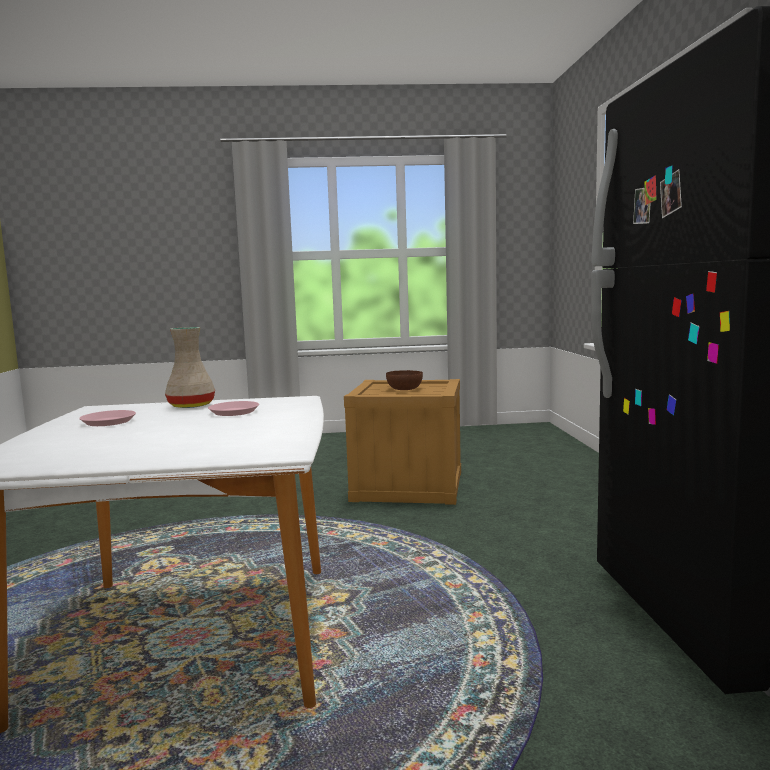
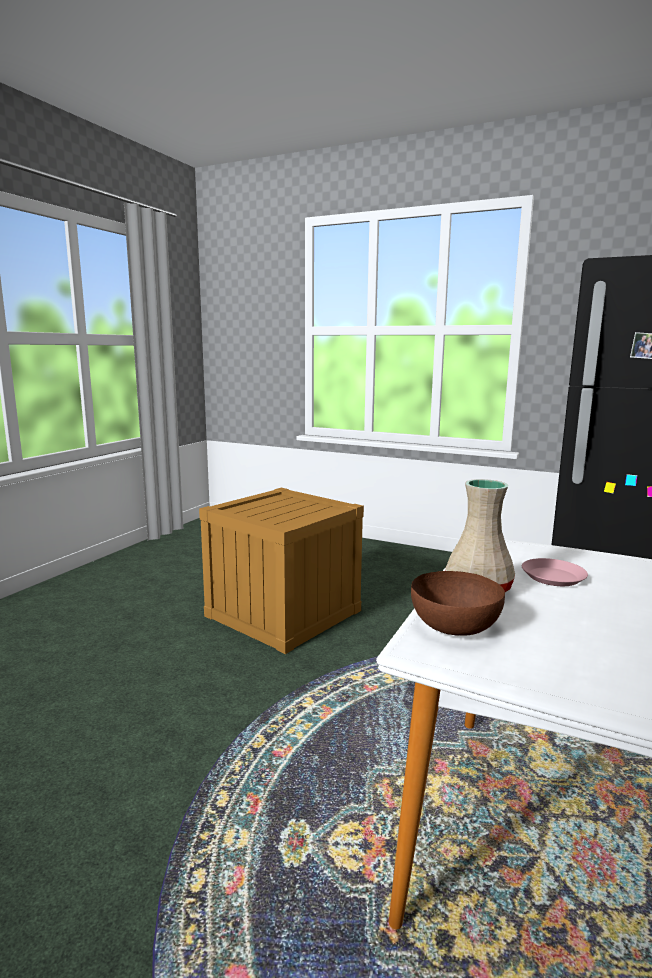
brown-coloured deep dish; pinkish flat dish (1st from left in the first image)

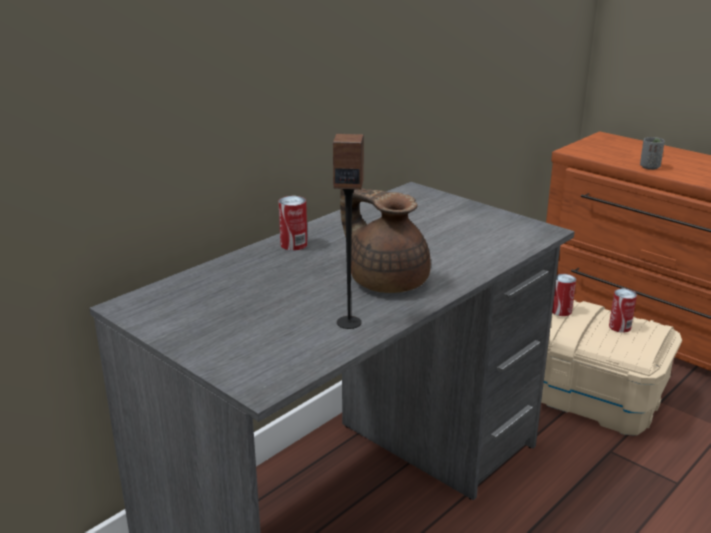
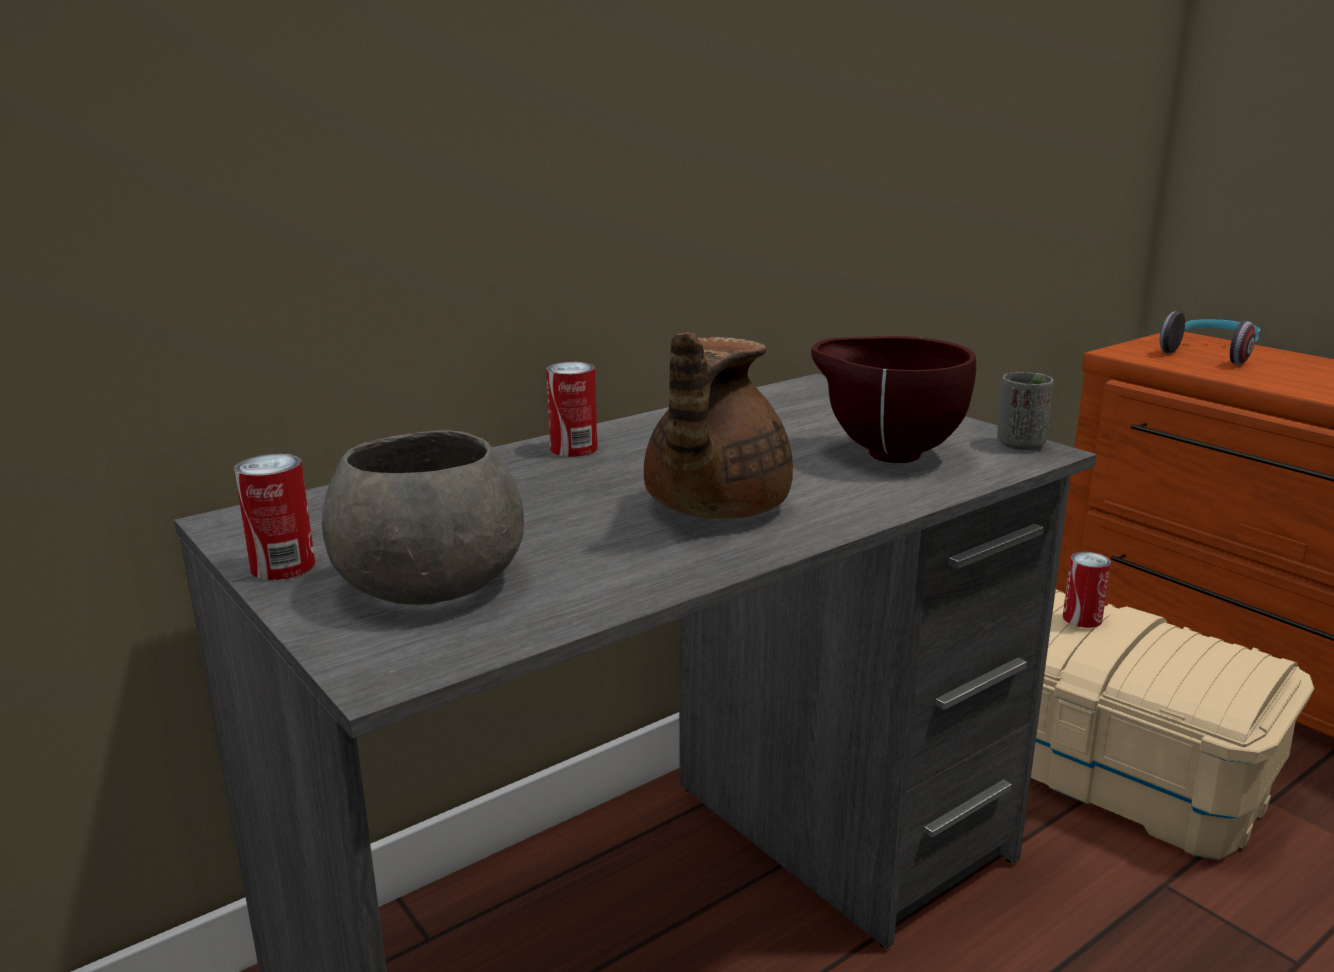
speaker; greyish cup; brown-coloured pot for tea; sealed can (1st from left); pair of headphones; brown-coloured deep dish; greyish deep dish

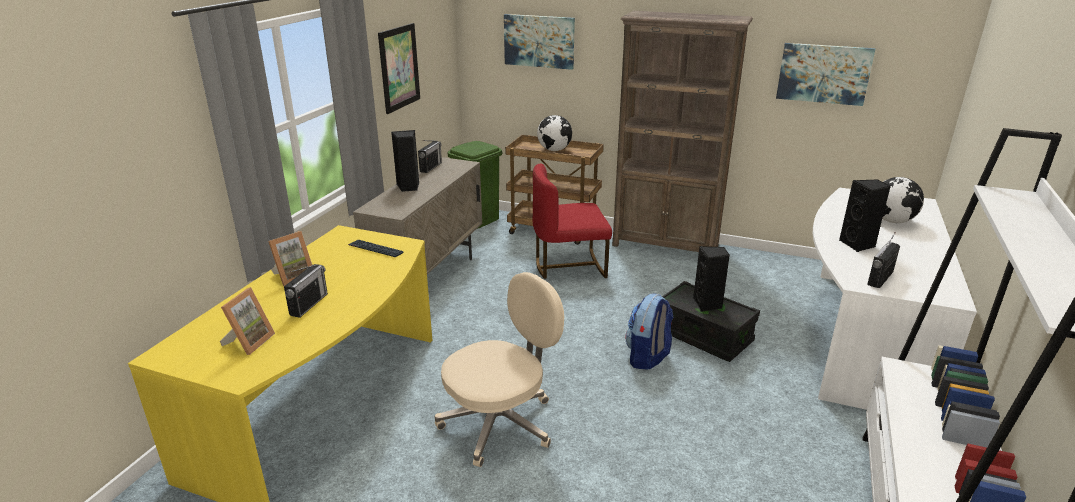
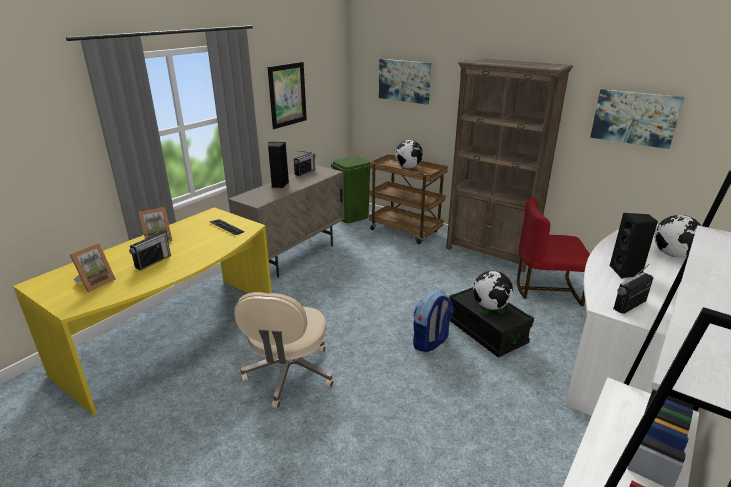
red-coloured chair; desk globe (2nd from left); beige desk chair

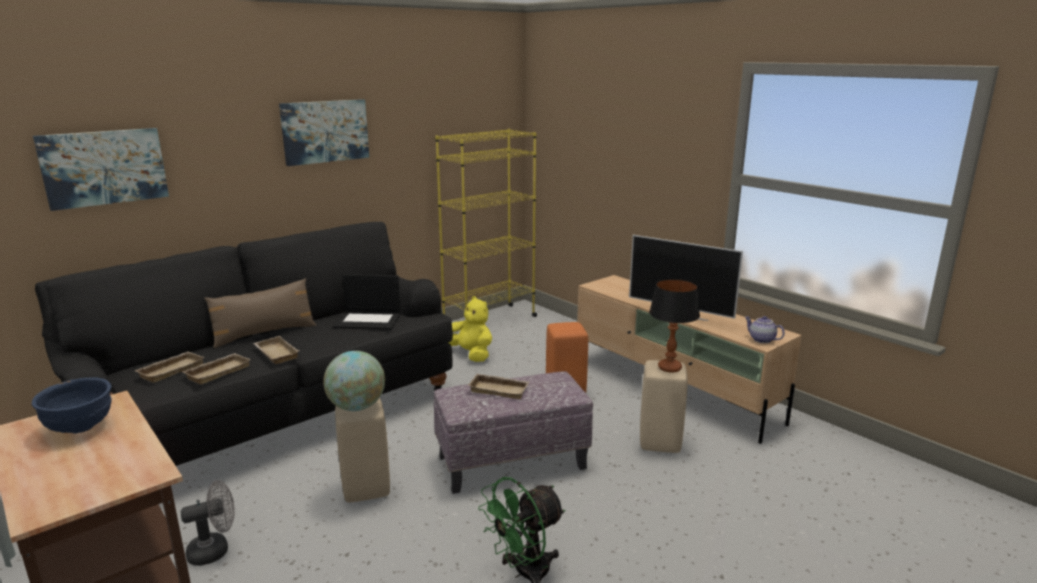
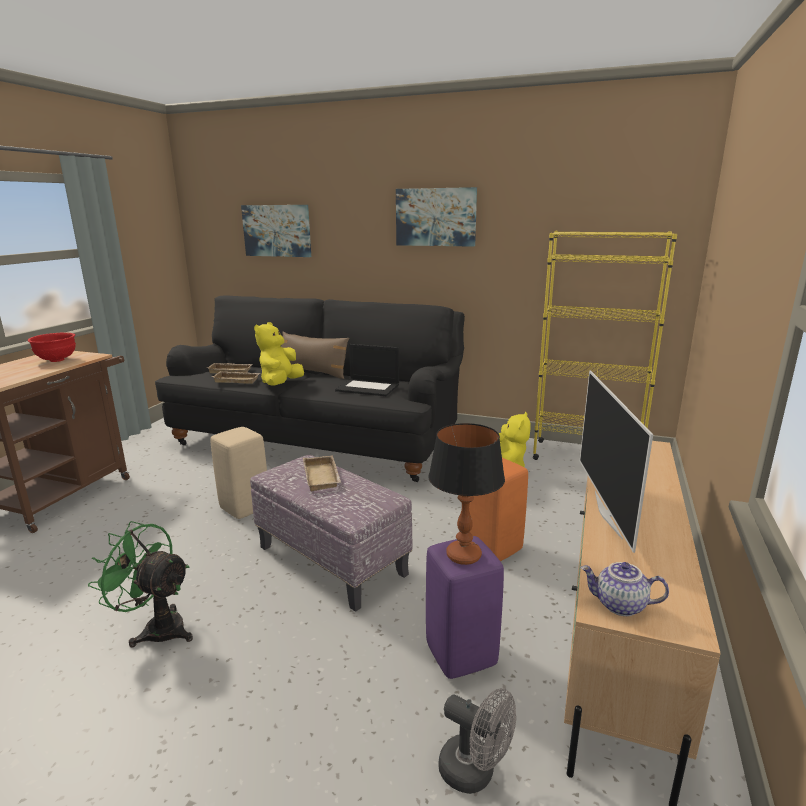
notebook computer; pot for tea; yellowish cuddly toy (1st from left); desk globe; purplish stool; red-coloured deep dish; greyish fan

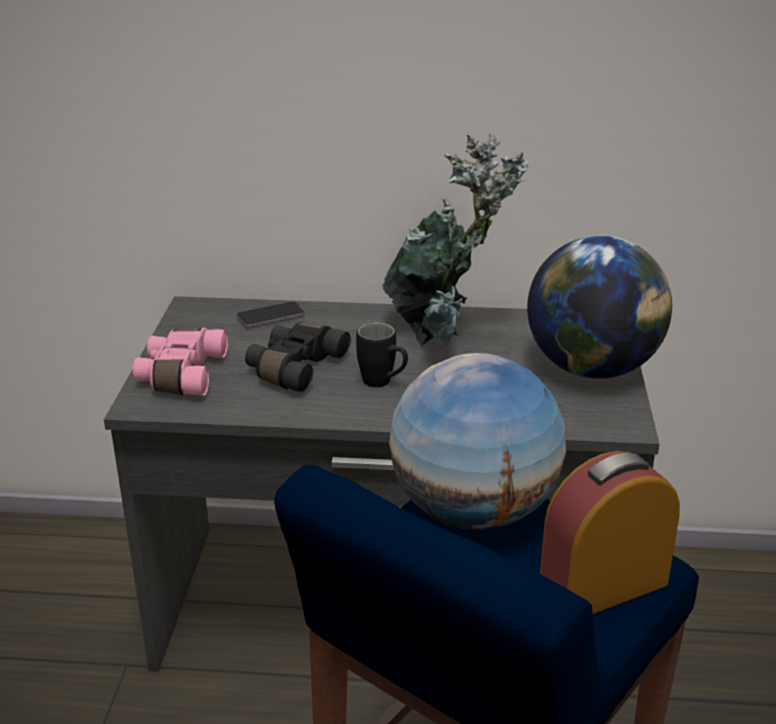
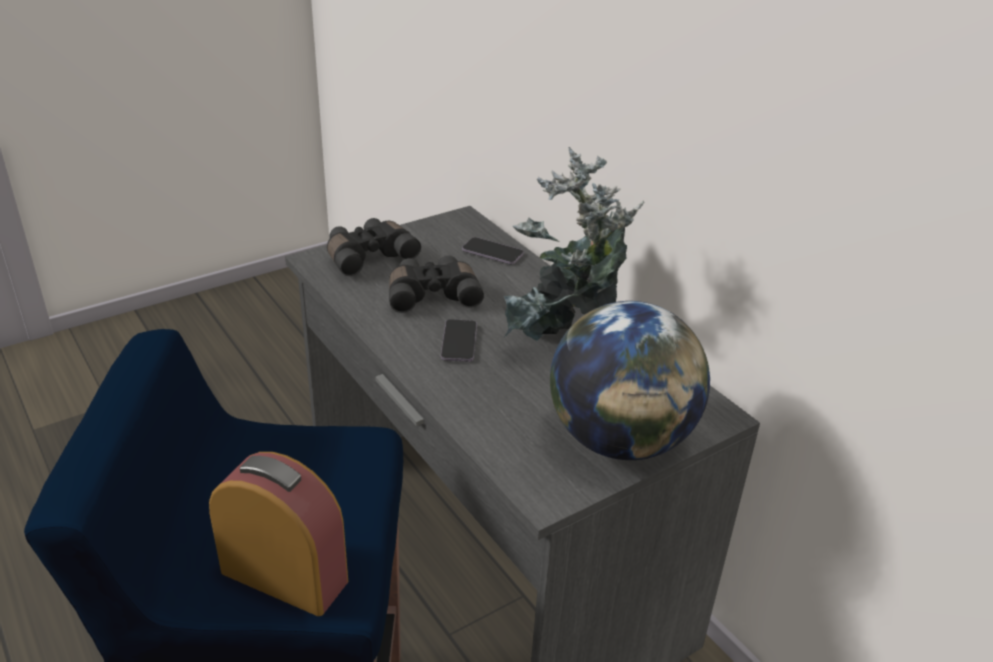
telephone (1st from left); blackish field glasses (1st from left); desk globe (1st from left in the first image)

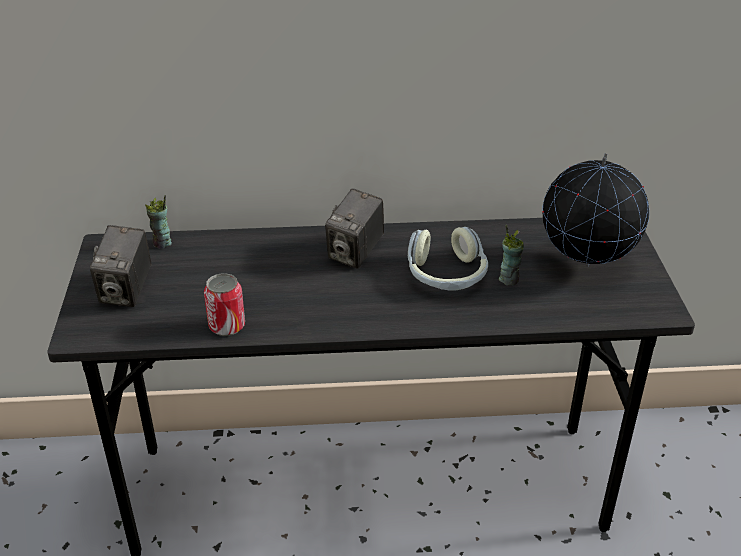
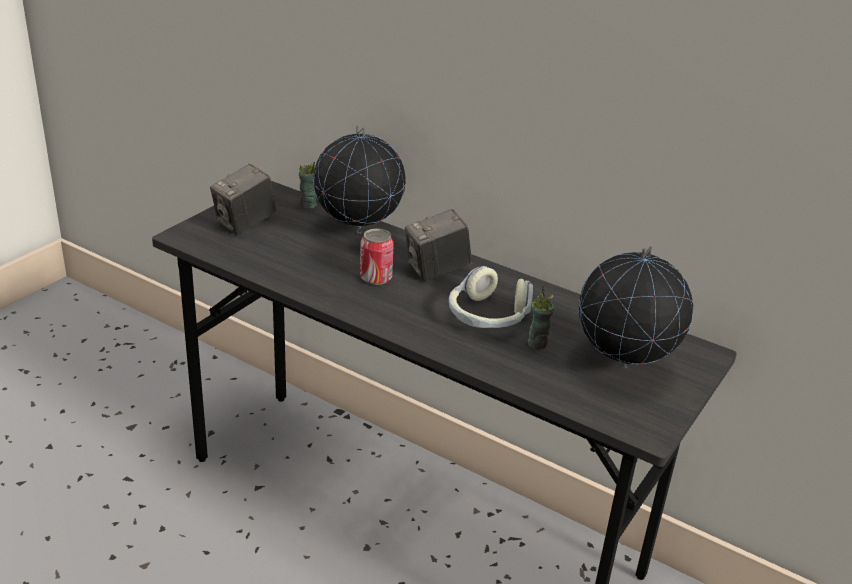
sealed can; desk globe (1st from left)

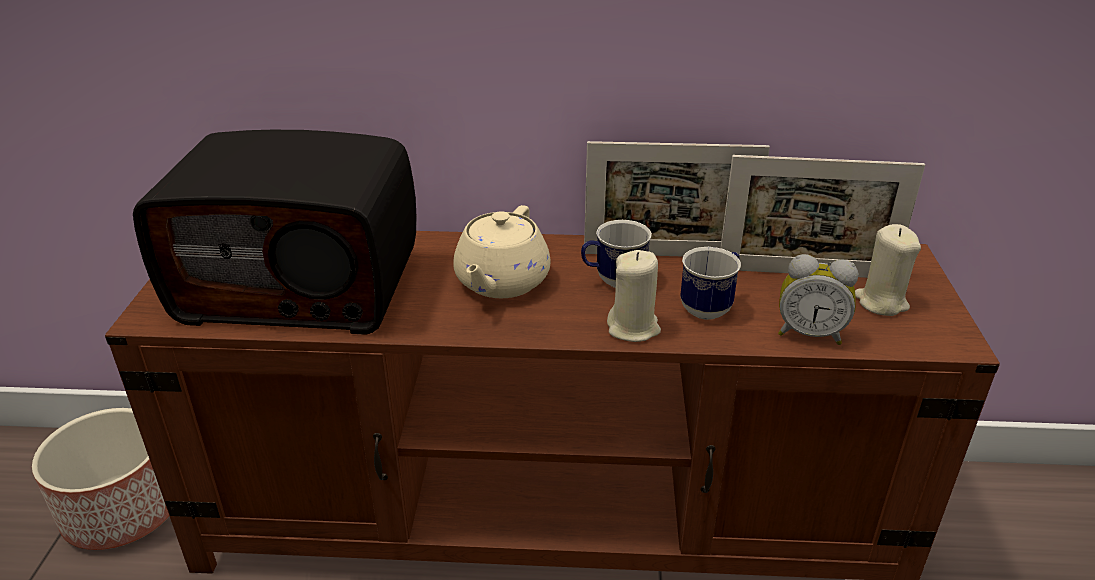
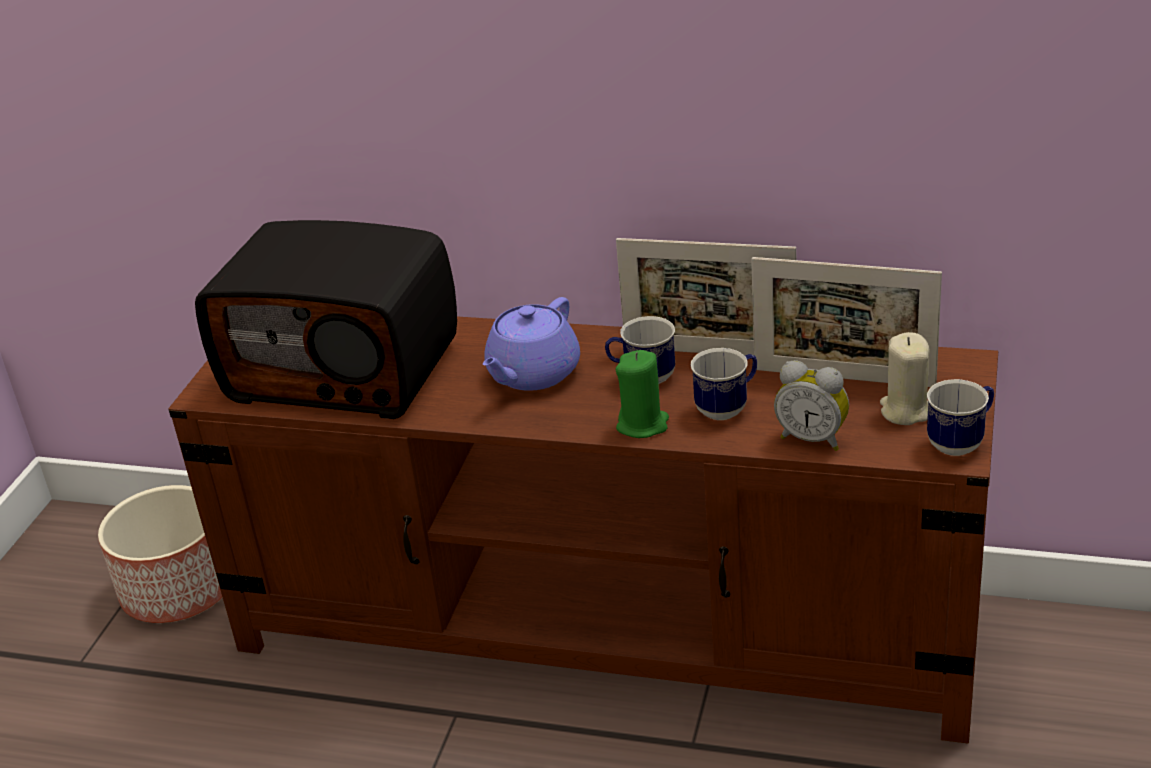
purplish pot for tea; green candle; mug (3rd from left)

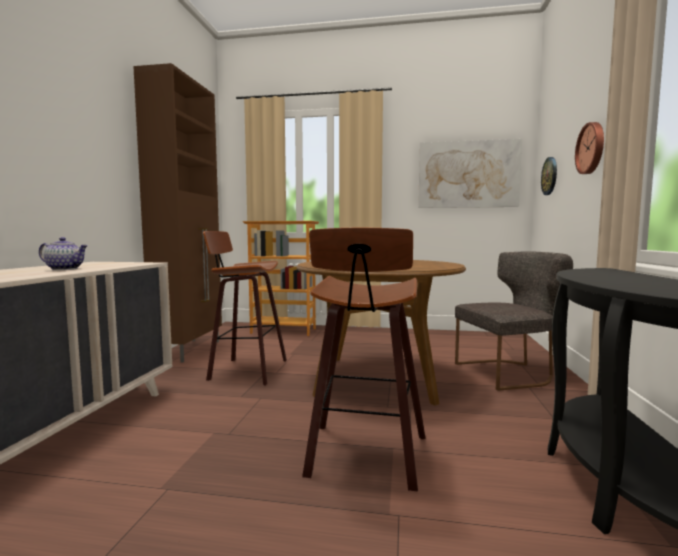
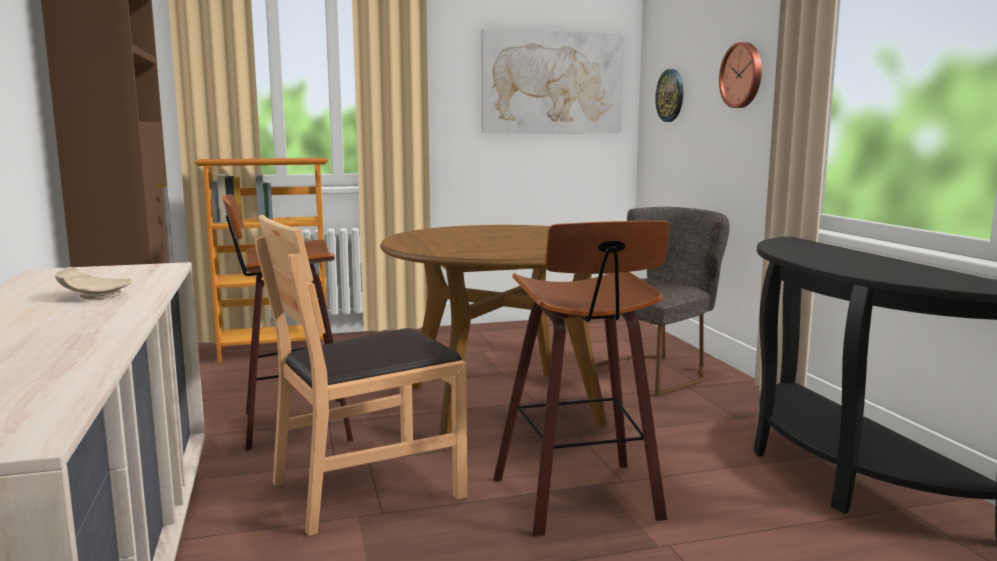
beige flat dish; brown-coloured chair

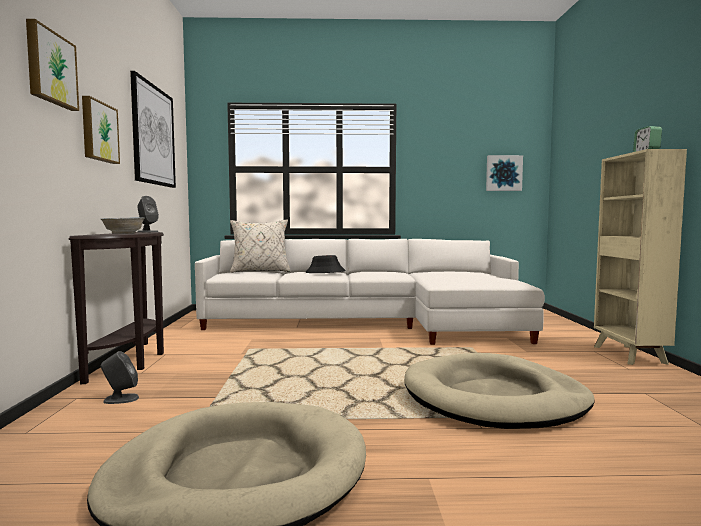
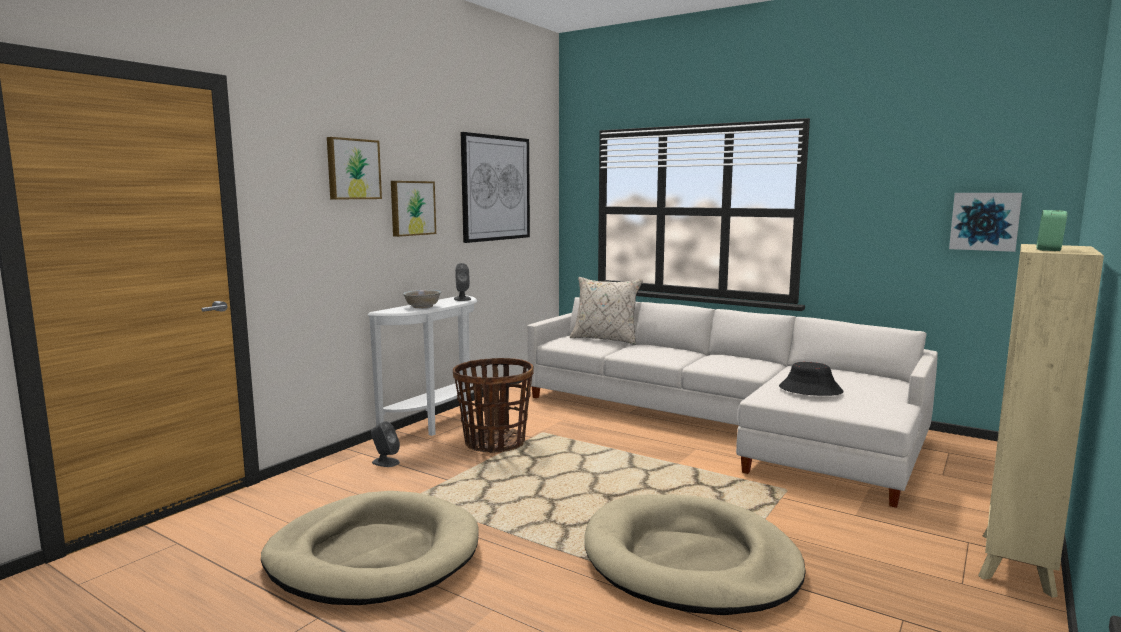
white console table; blackish wearable hat; basket

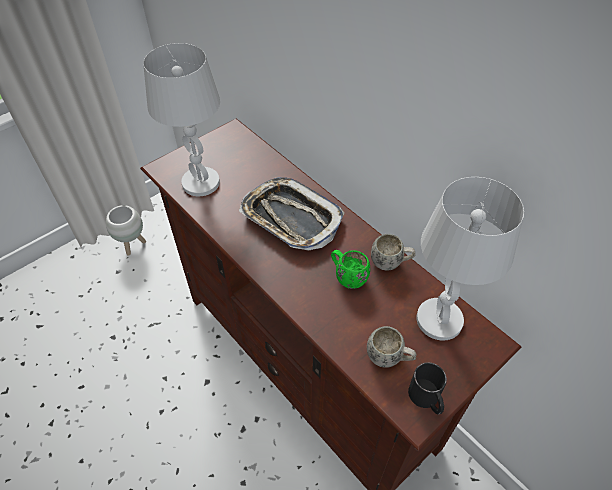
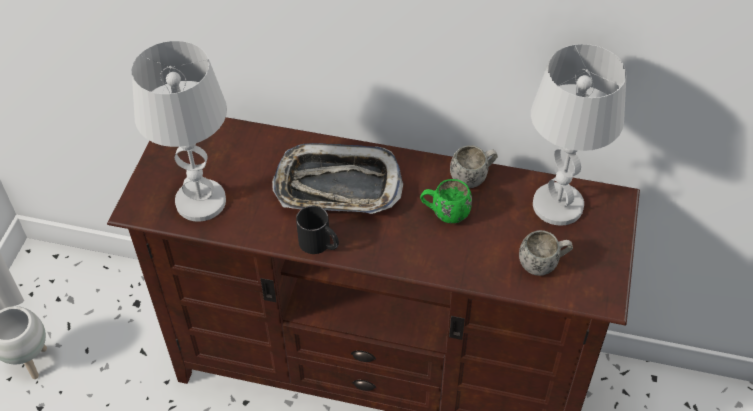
blackish mug

